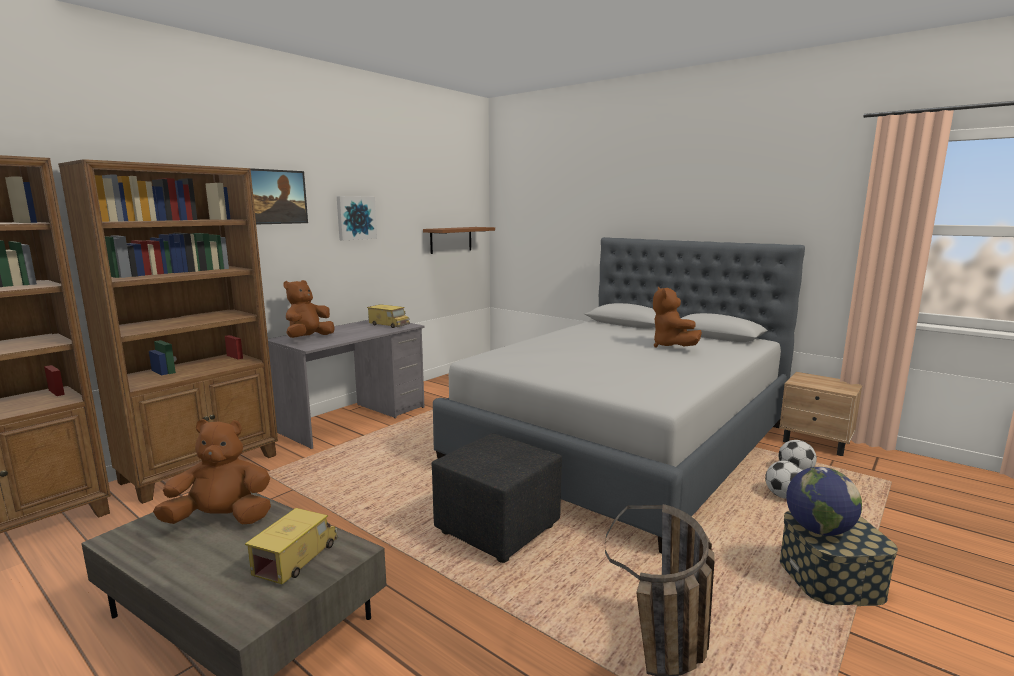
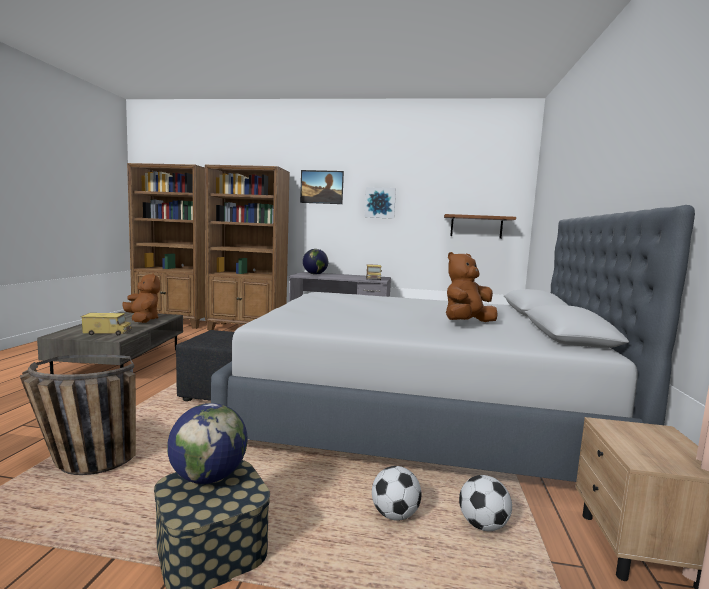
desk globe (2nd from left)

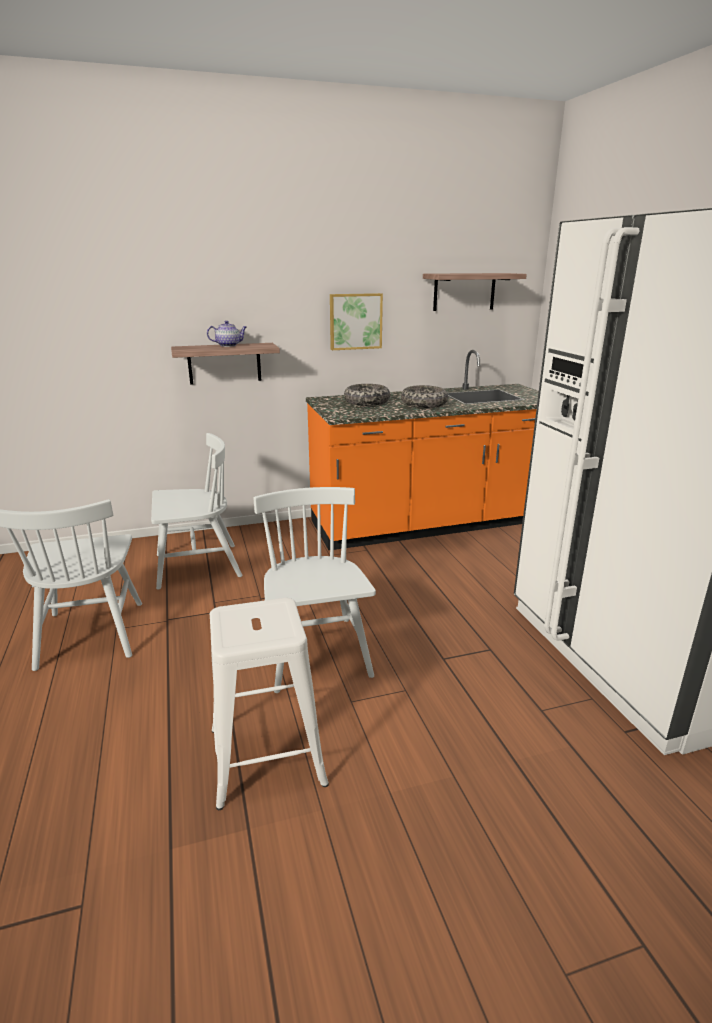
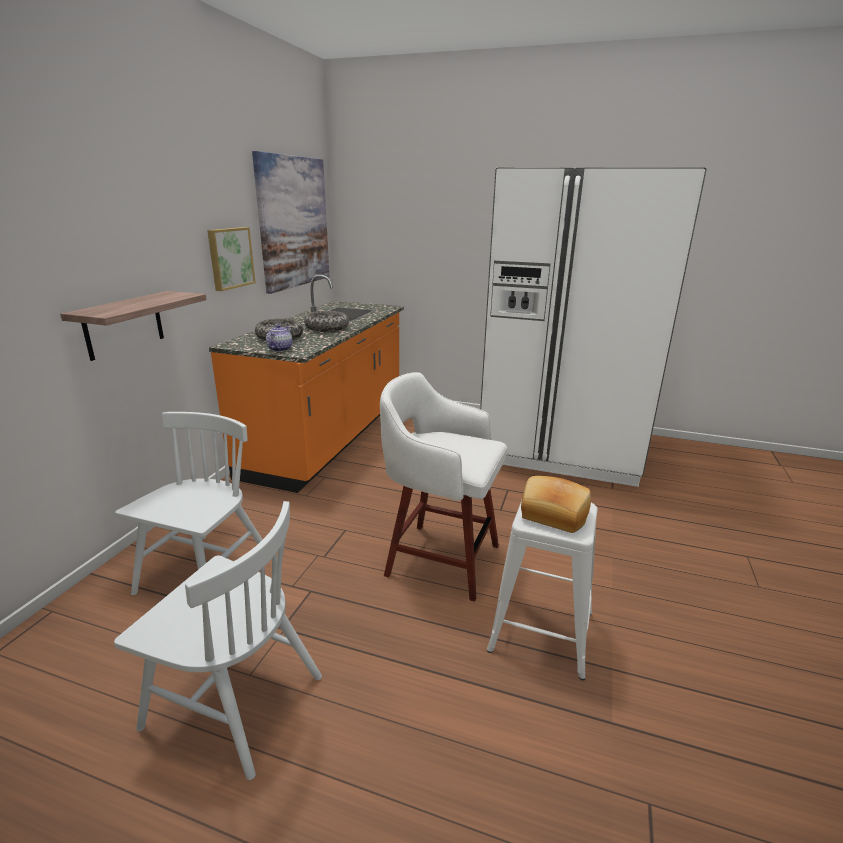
wall picture (2nd from left); pot for tea; white stool (1st from left); bread

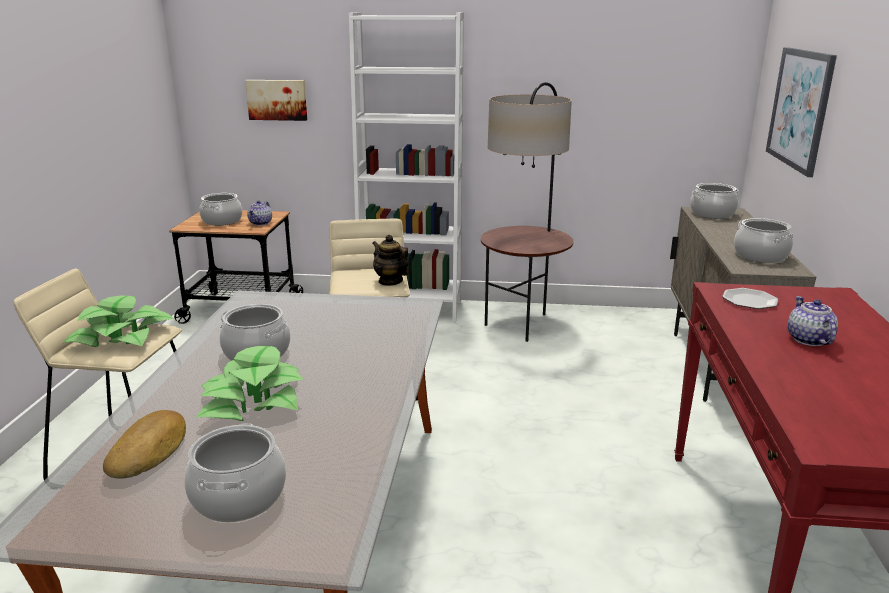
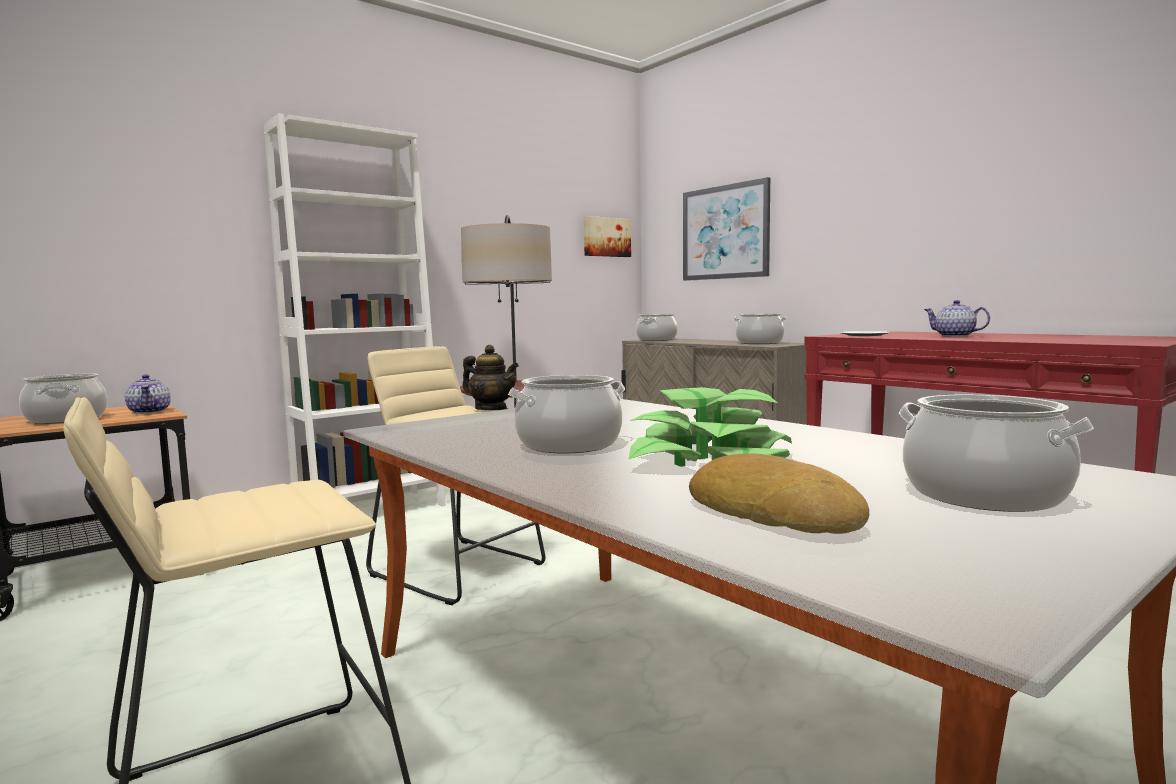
wall picture (1st from left); pot for tea (2nd from left); houseplant (1st from left in the first image)

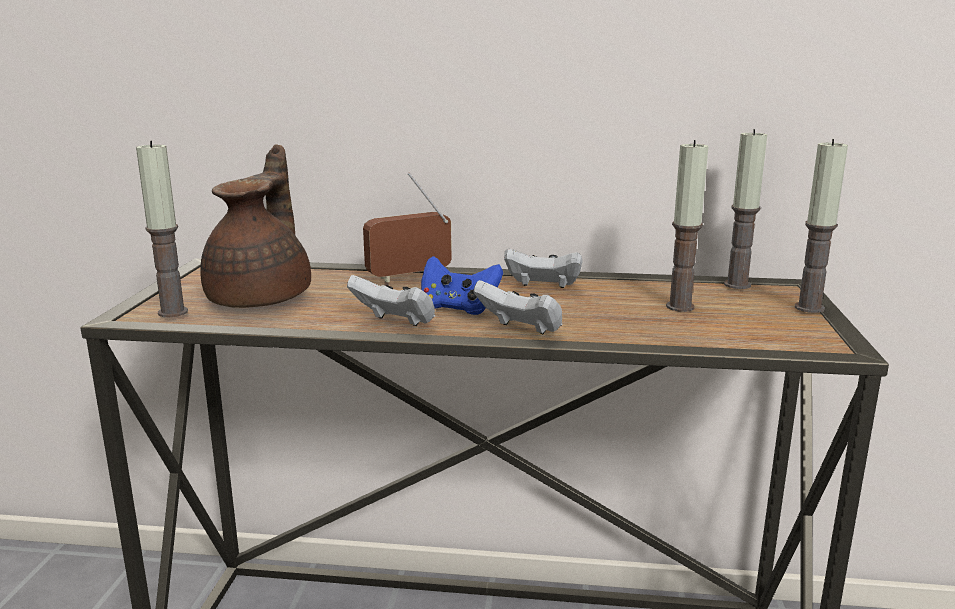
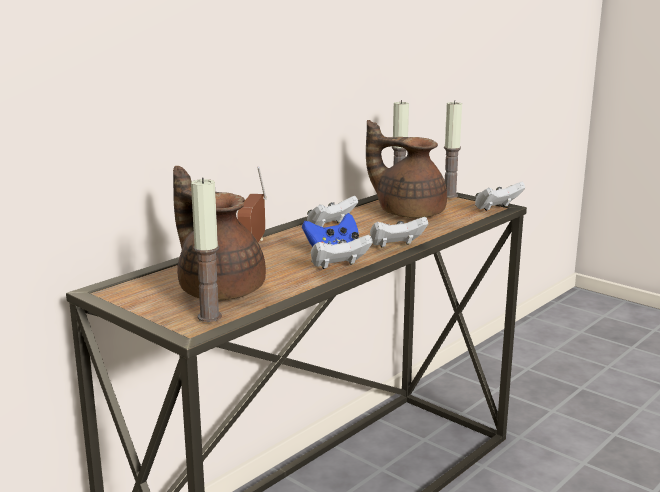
brown-coloured pot for tea (2nd from left); white gamepad (4th from left)

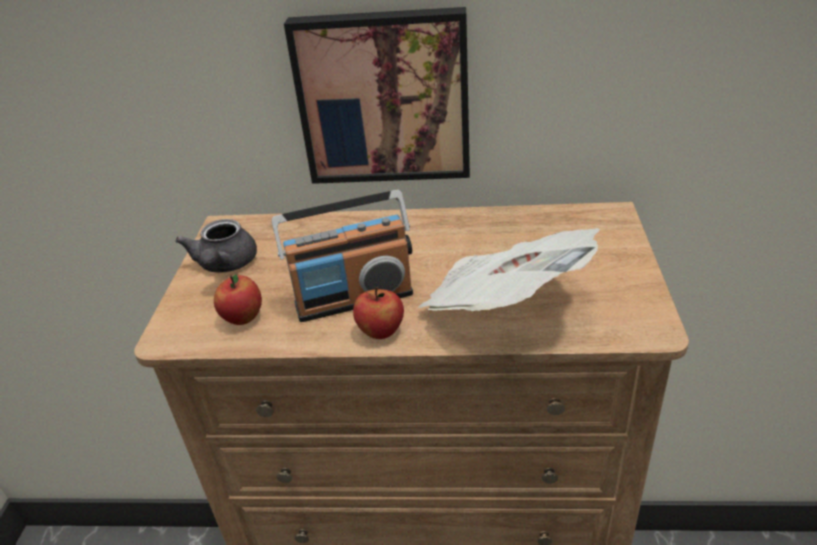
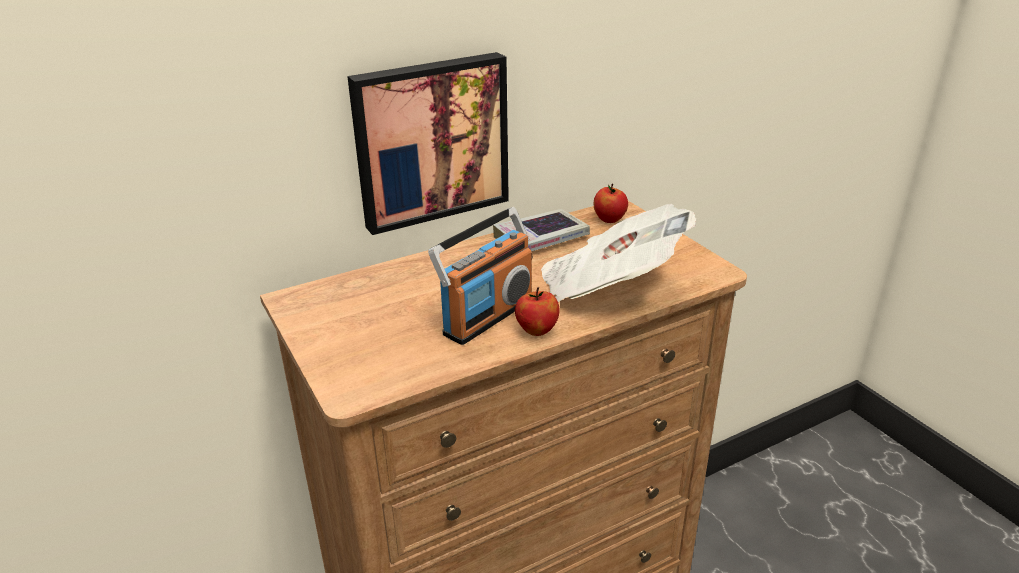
greyish pot for tea; apple (2nd from left); book

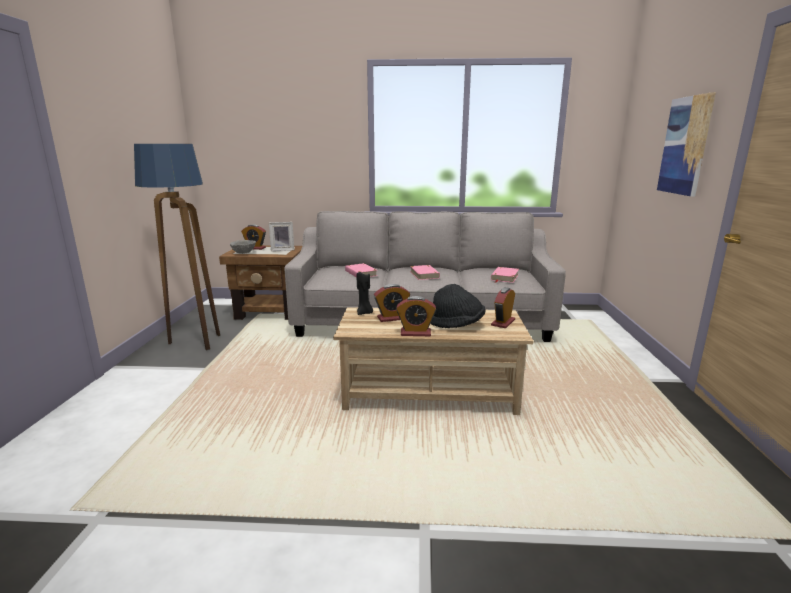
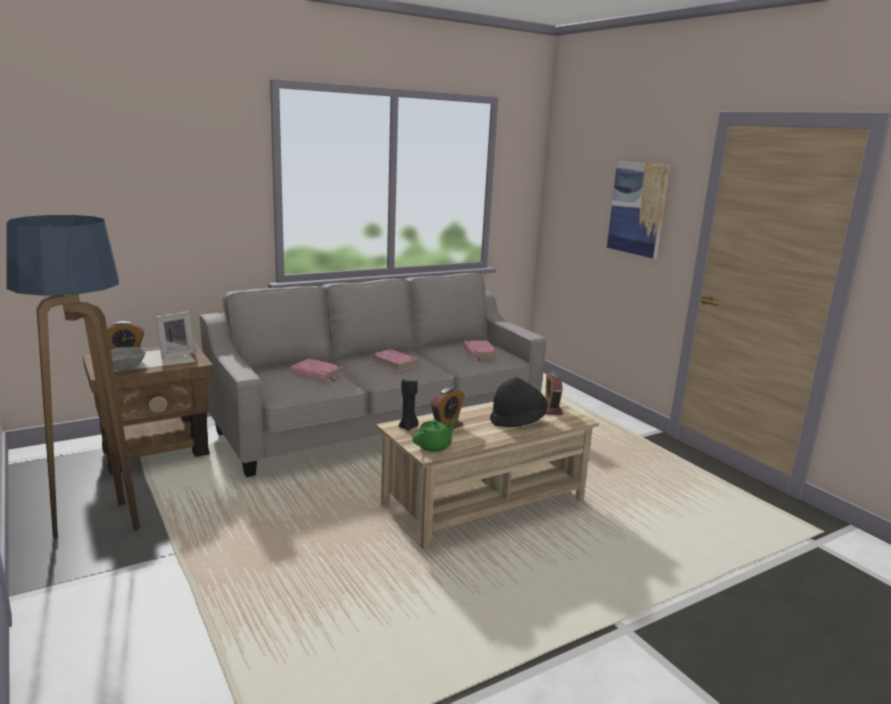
table clock (3rd from left in the first image); green pot for tea

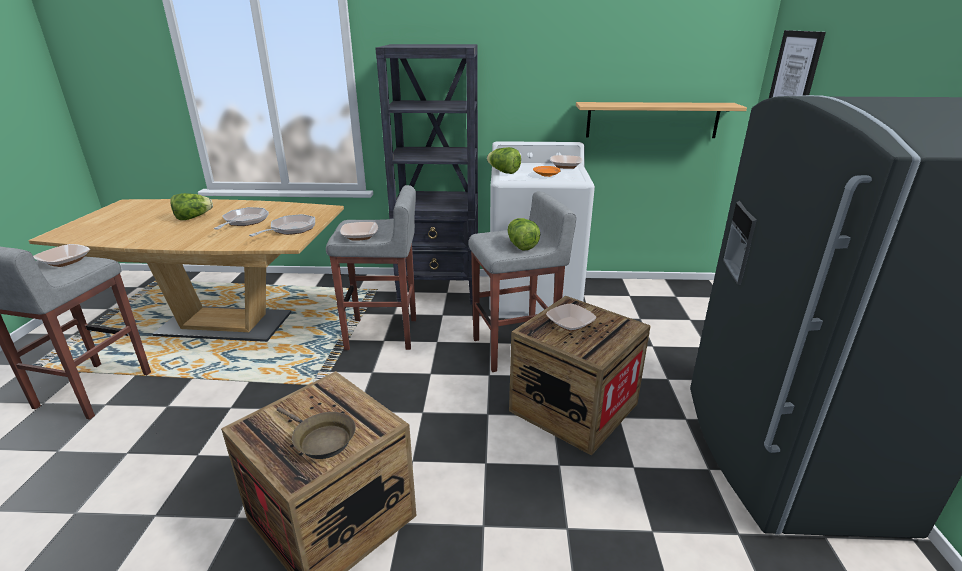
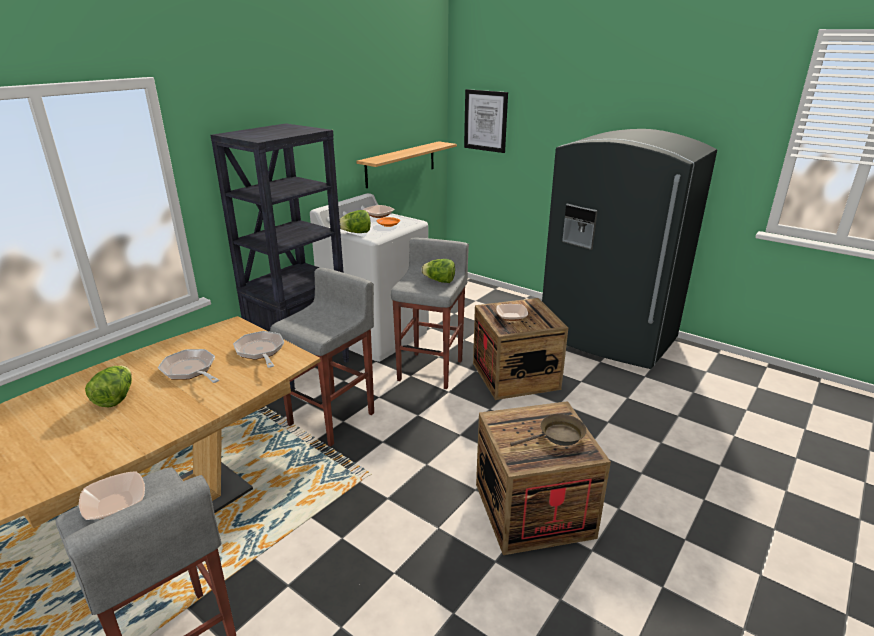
deep dish (2nd from left in the first image)

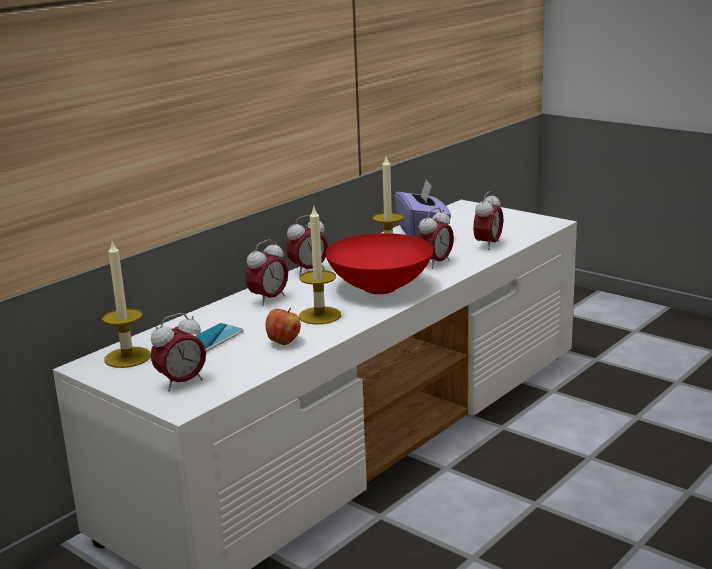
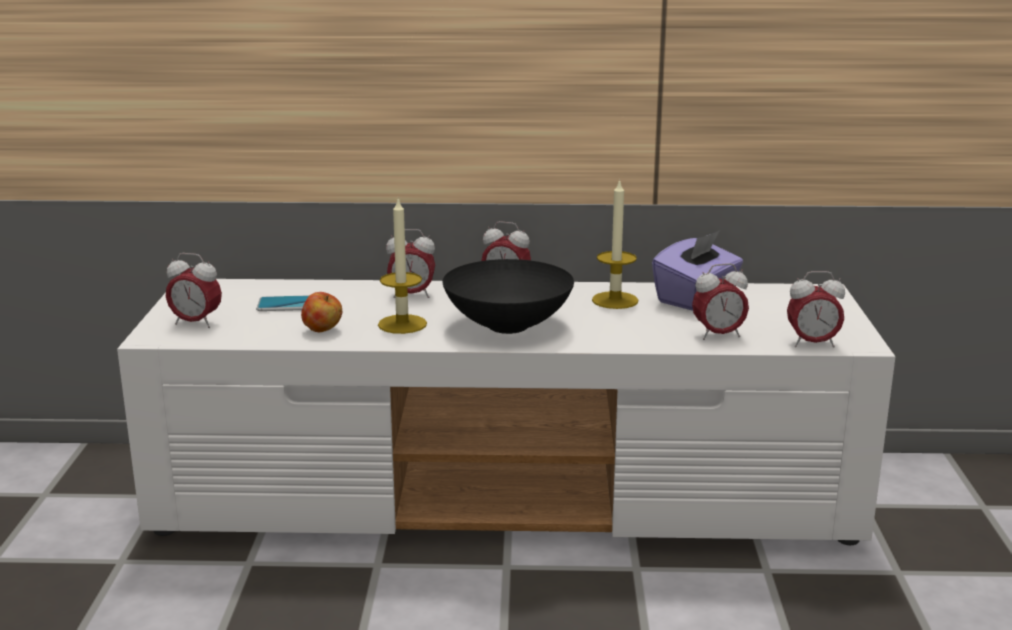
table clock (5th from left); blackish deep dish; candle (1st from left in the first image)

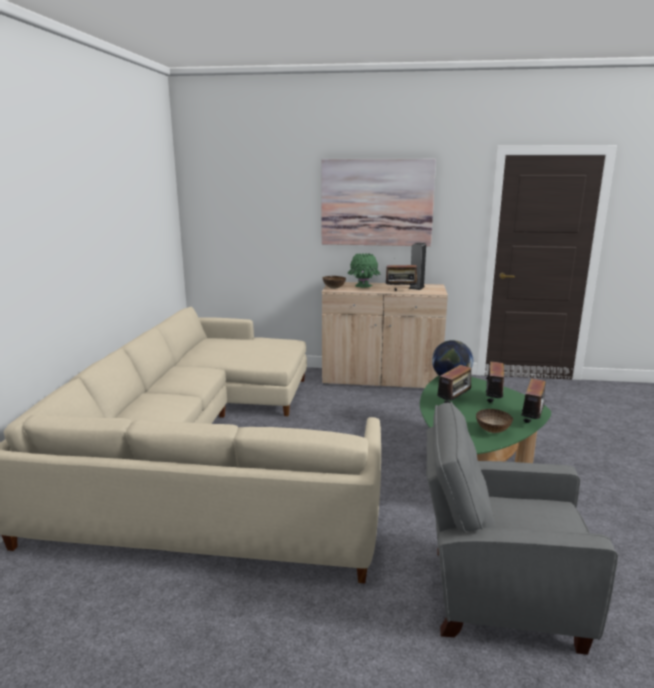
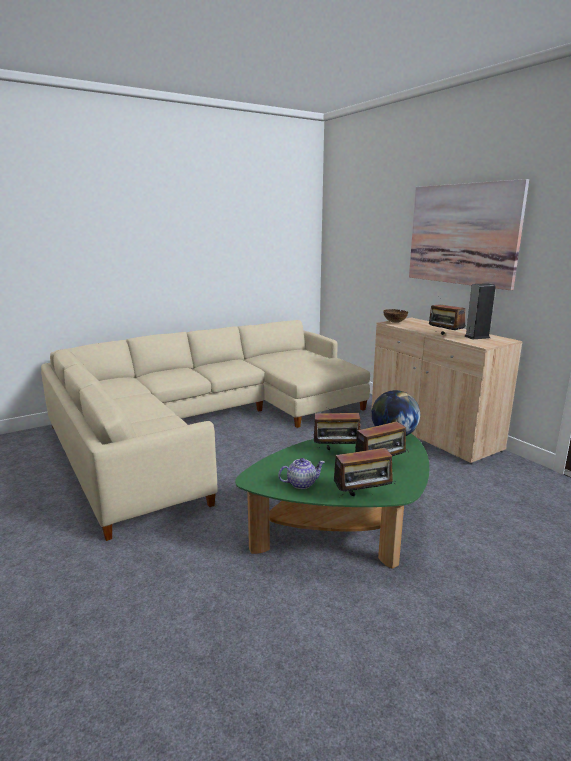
green vase; greyish armchair; pot for tea

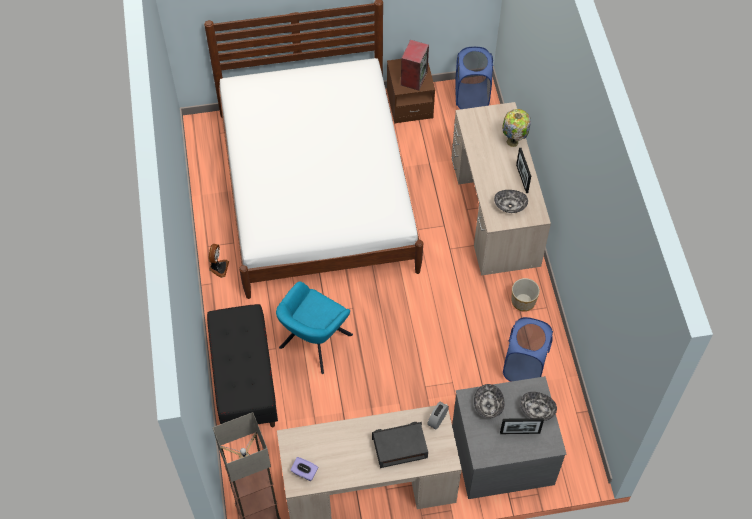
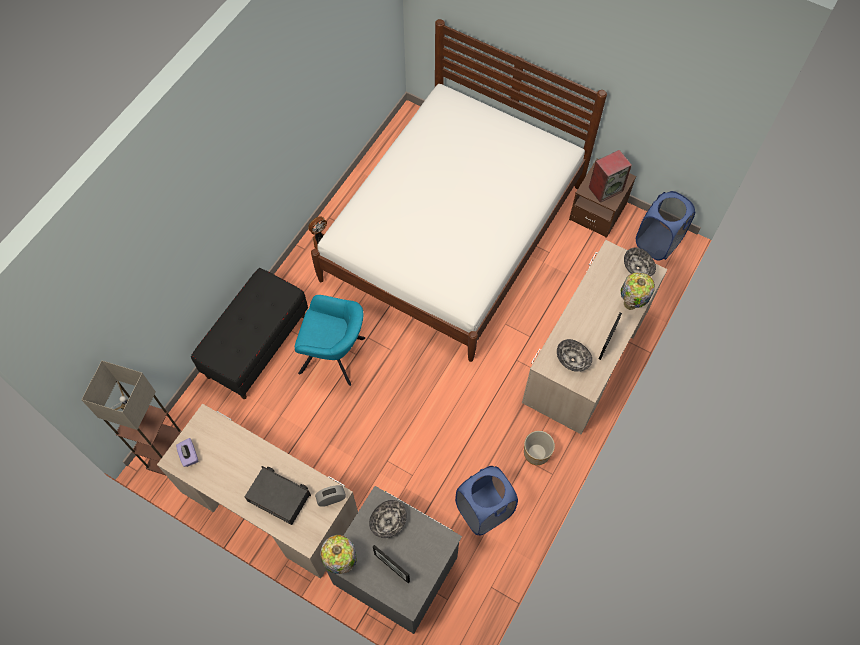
blue-green armchair; deep dish (3rd from left); table lamp (1st from left)

